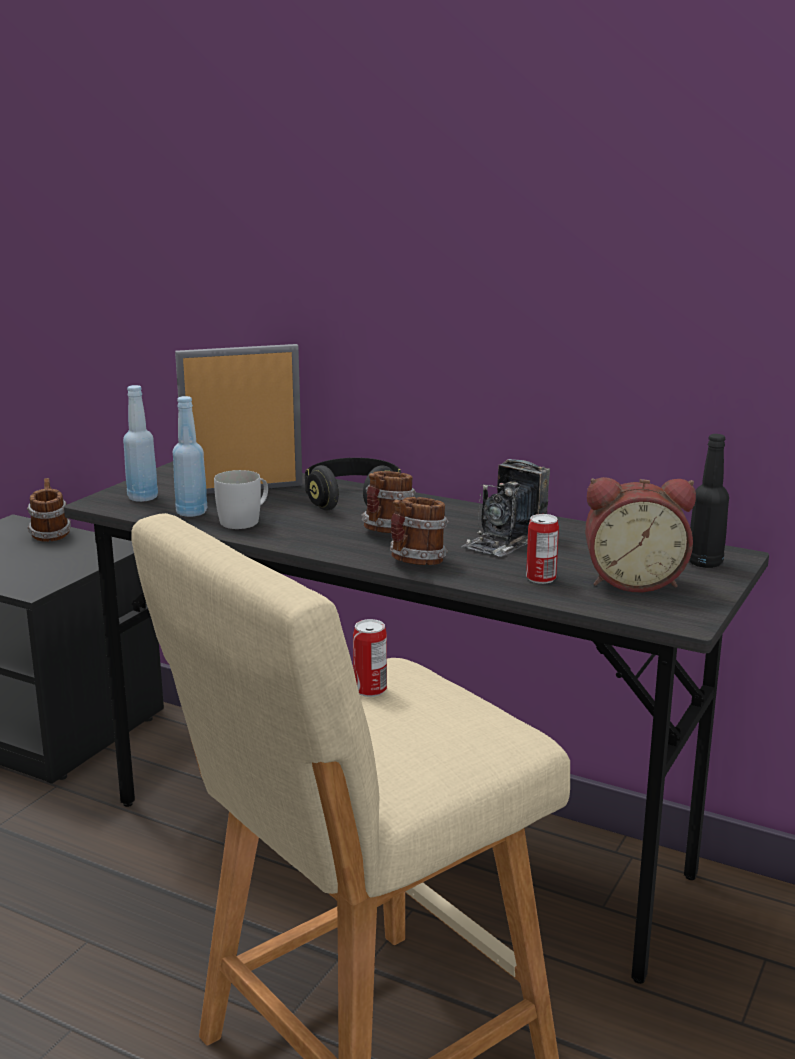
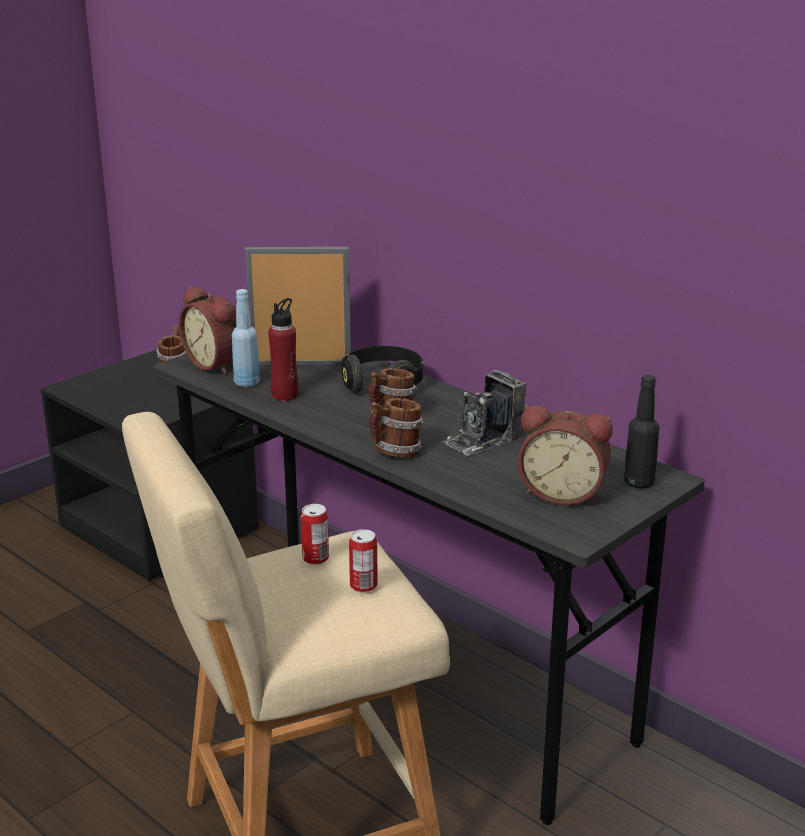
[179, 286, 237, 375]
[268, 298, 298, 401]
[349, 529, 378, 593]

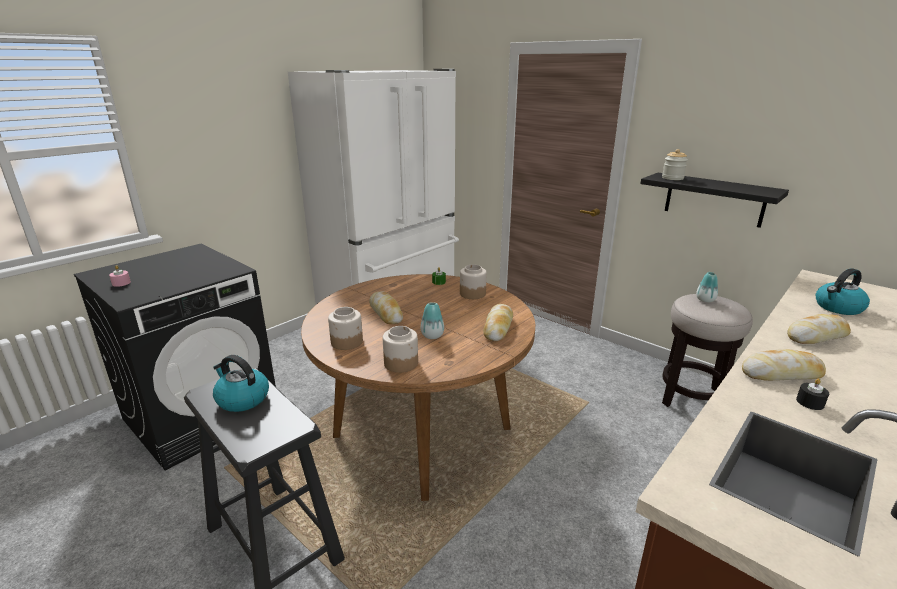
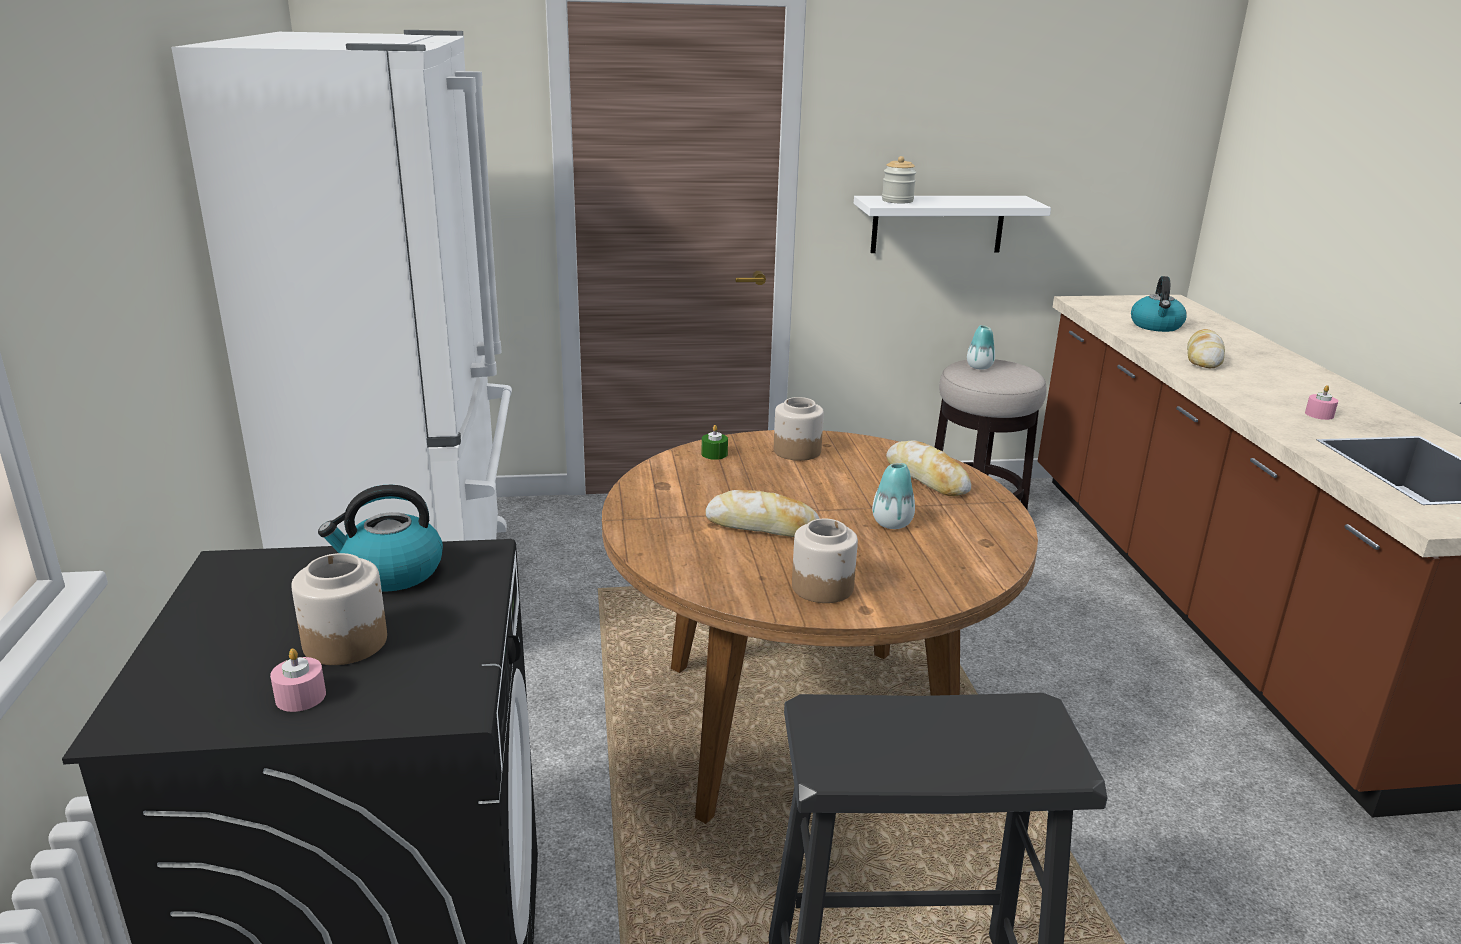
[854, 196, 1051, 253]
[291, 553, 387, 665]
[742, 349, 826, 381] (first image)
[318, 484, 443, 592]
[1305, 385, 1338, 420]

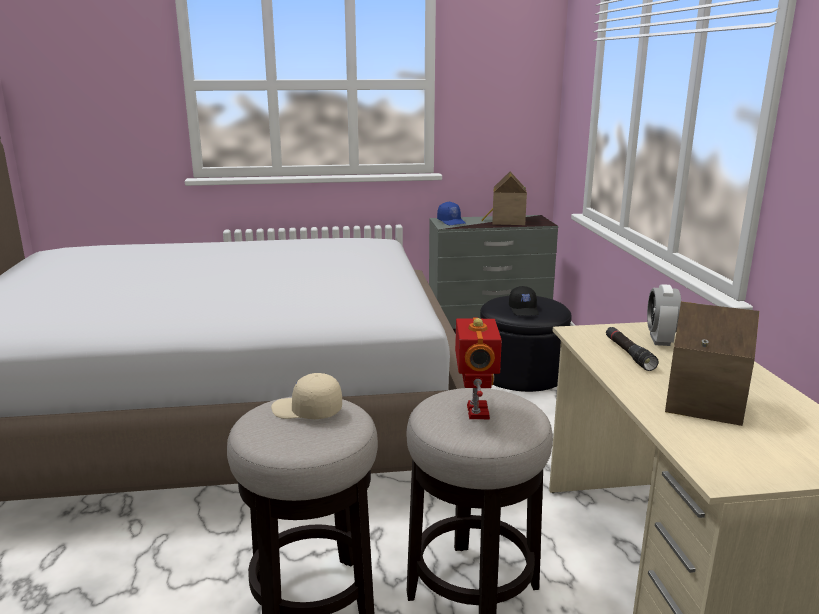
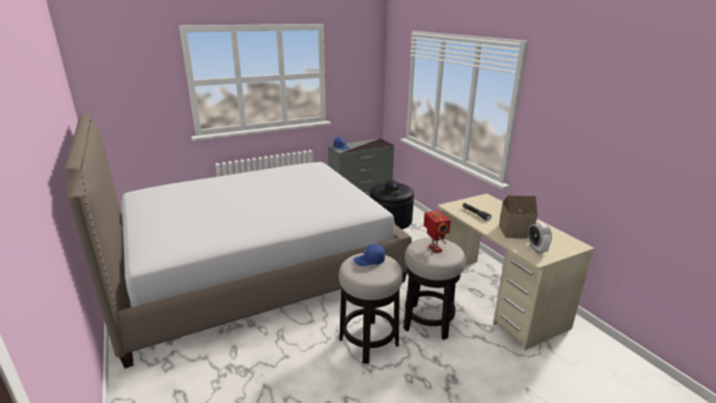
[481, 172, 527, 225] (first image)
[528, 222, 552, 253]
[353, 244, 385, 266]

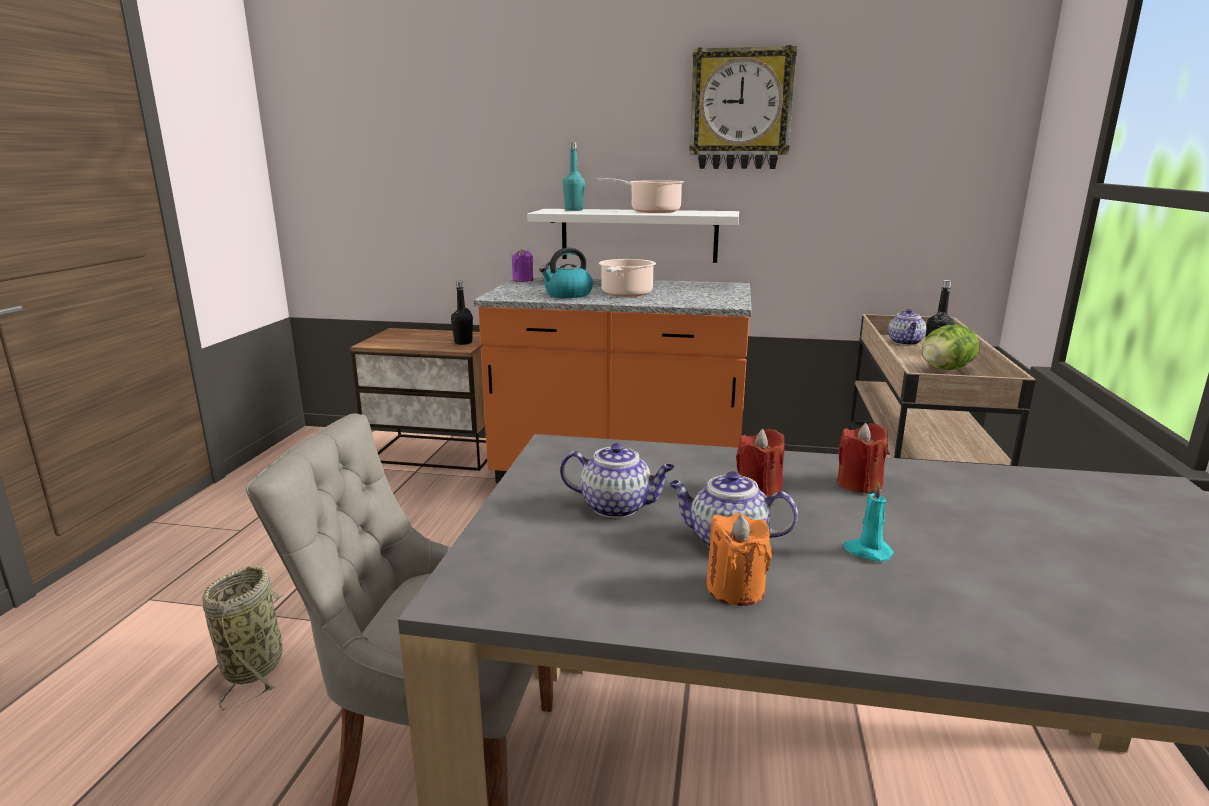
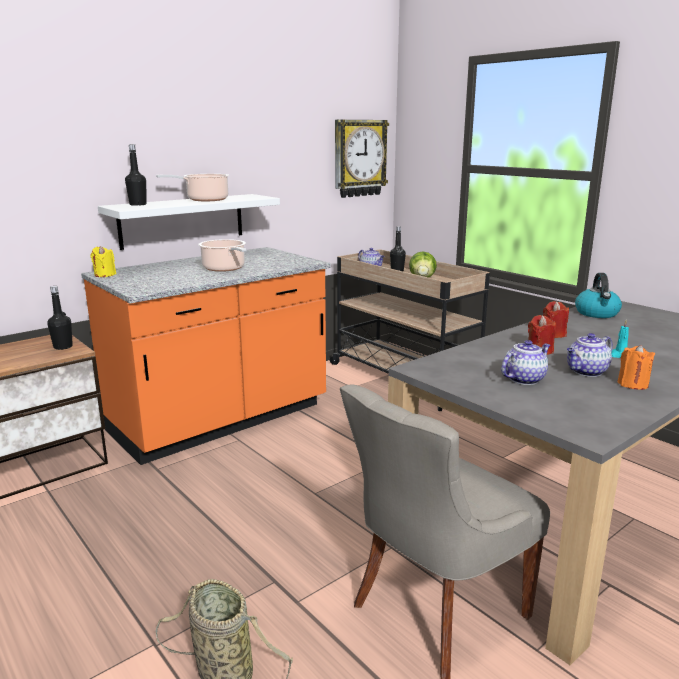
[335, 119, 389, 198]
[125, 144, 147, 206]
[575, 273, 622, 318]
[90, 246, 116, 277]

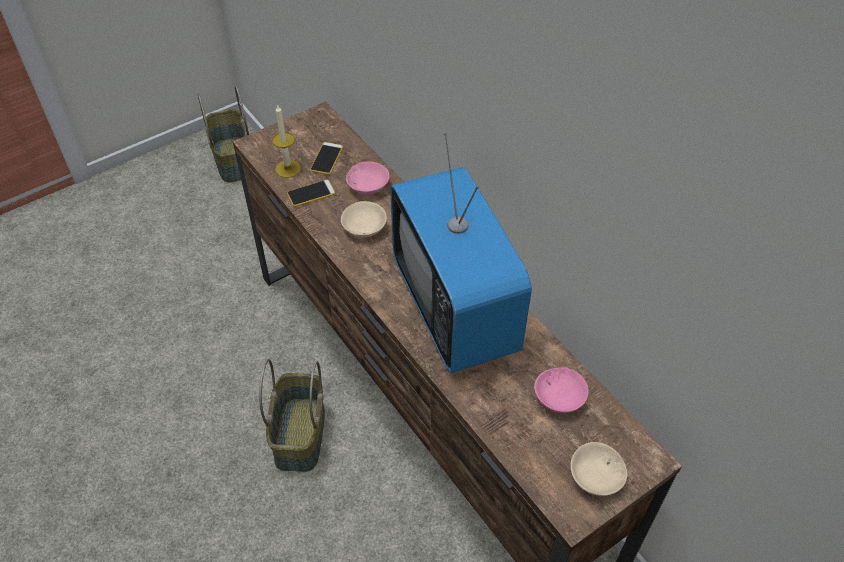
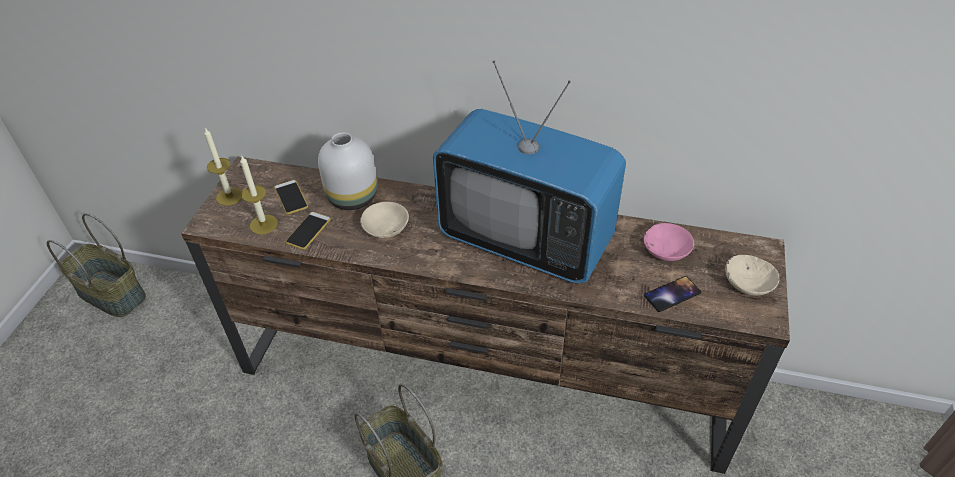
[318, 132, 377, 210]
[204, 128, 242, 206]
[644, 276, 701, 312]

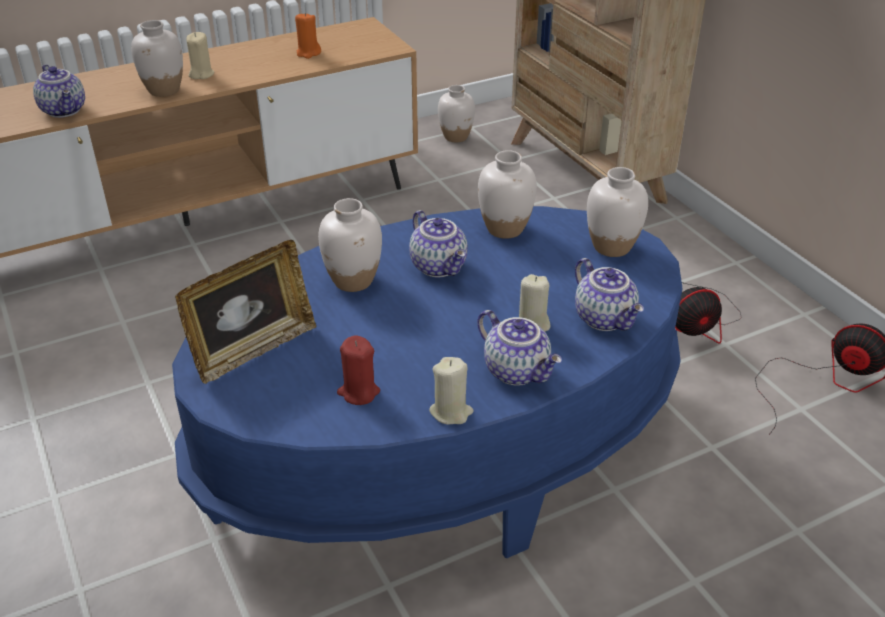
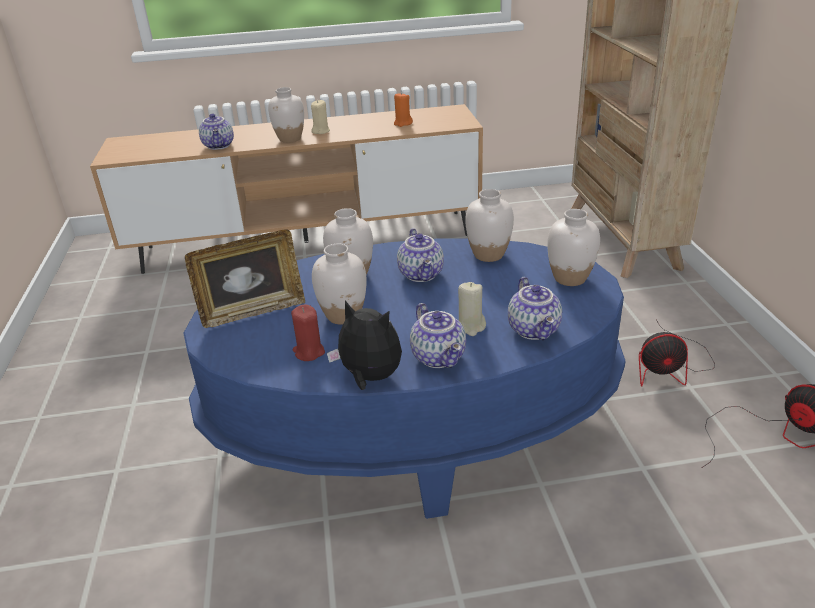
[312, 244, 367, 325]
[327, 300, 402, 390]

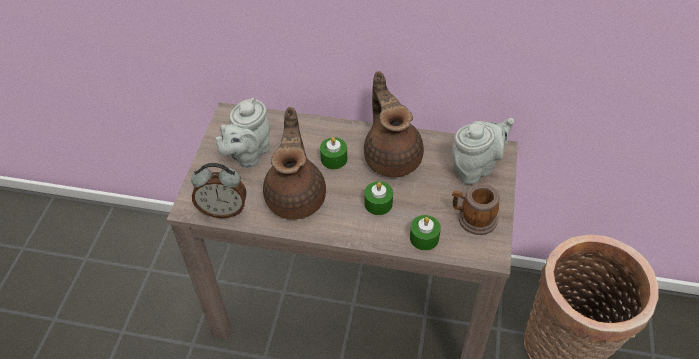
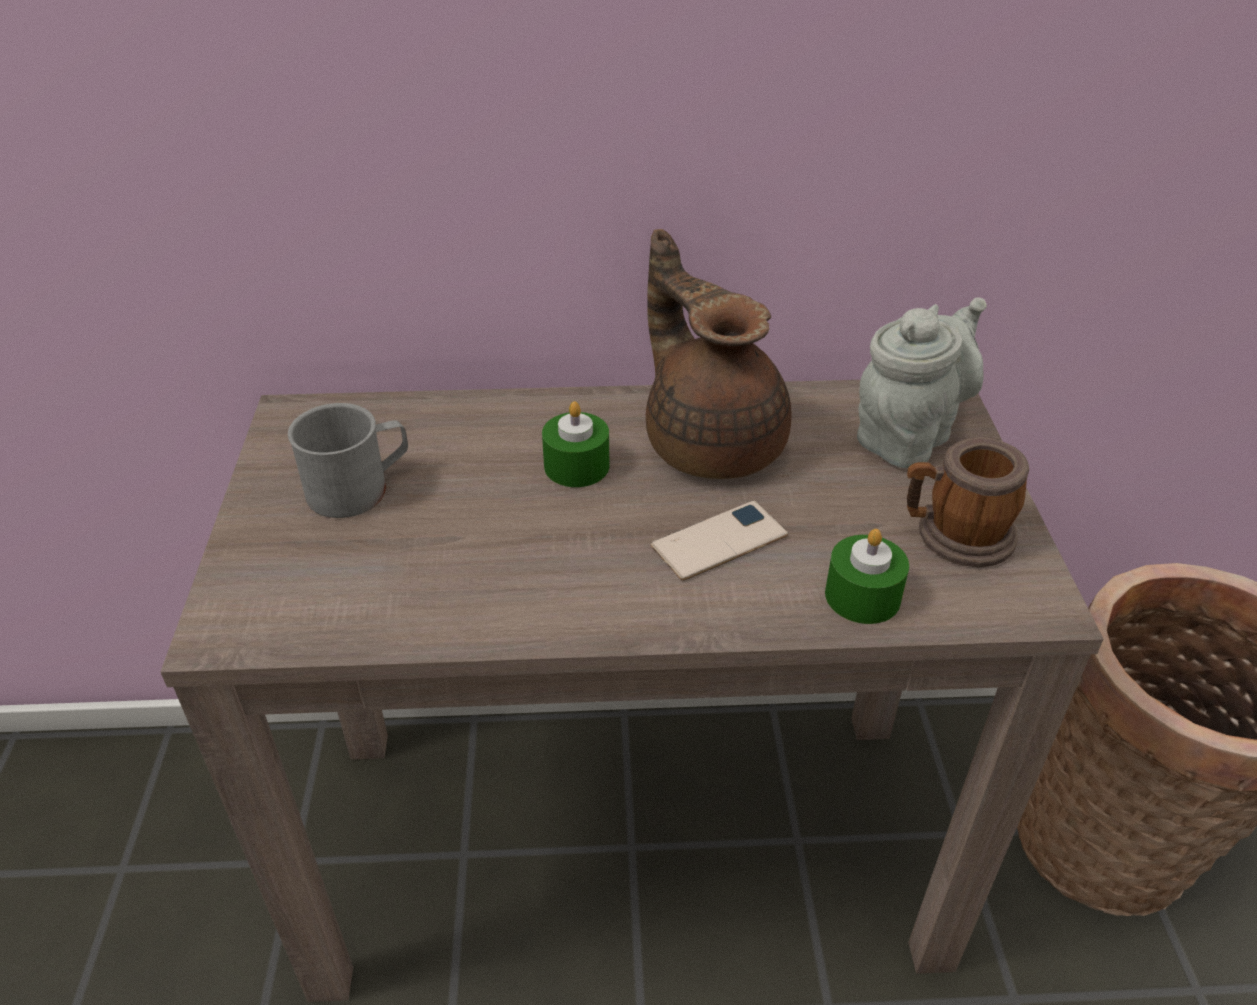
[288, 403, 408, 518]
[263, 107, 326, 220] (first image)
[191, 163, 246, 218] (first image)
[651, 501, 788, 581]

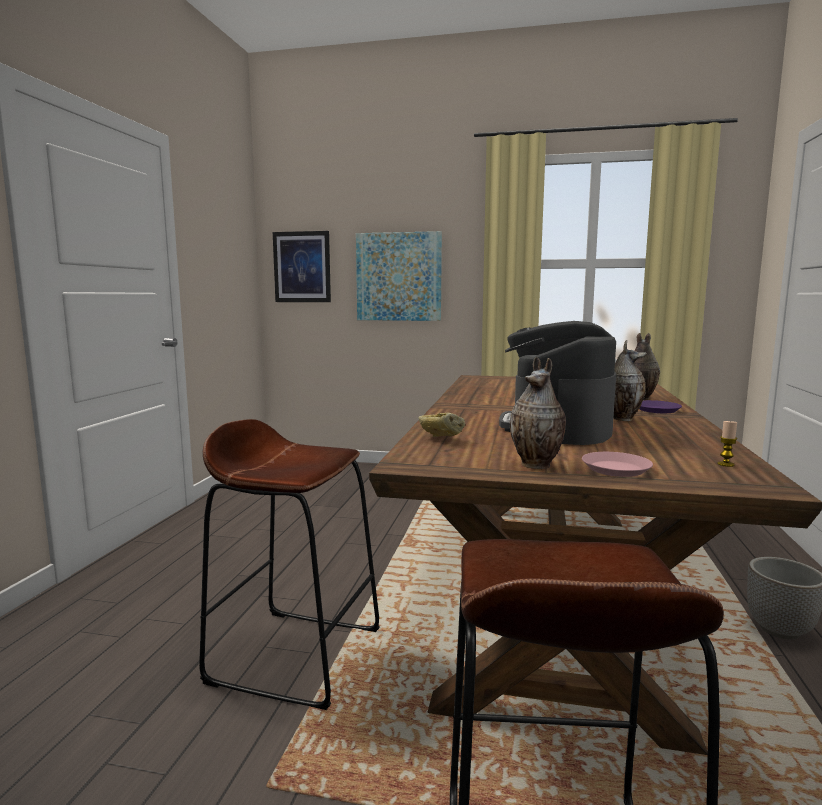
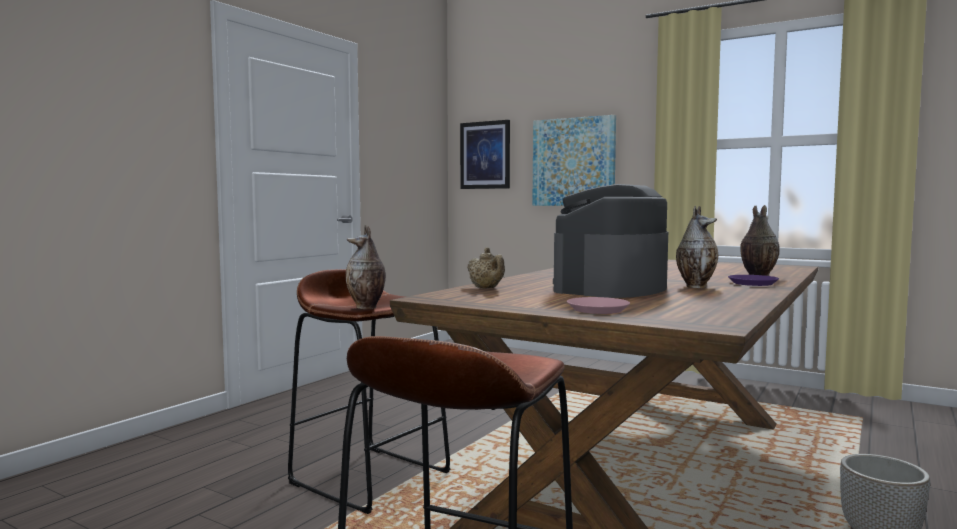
[346, 225, 386, 309]
[467, 247, 505, 289]
[718, 420, 737, 467] (first image)

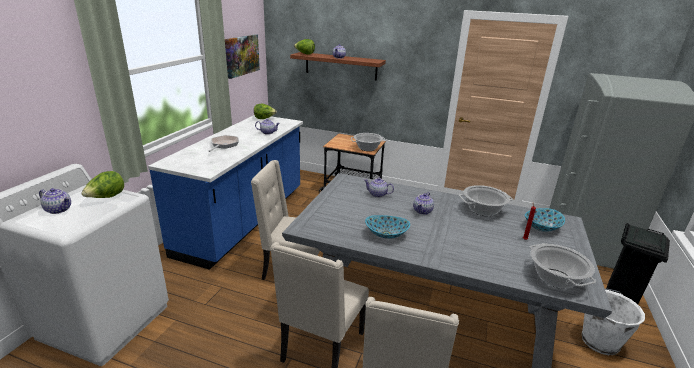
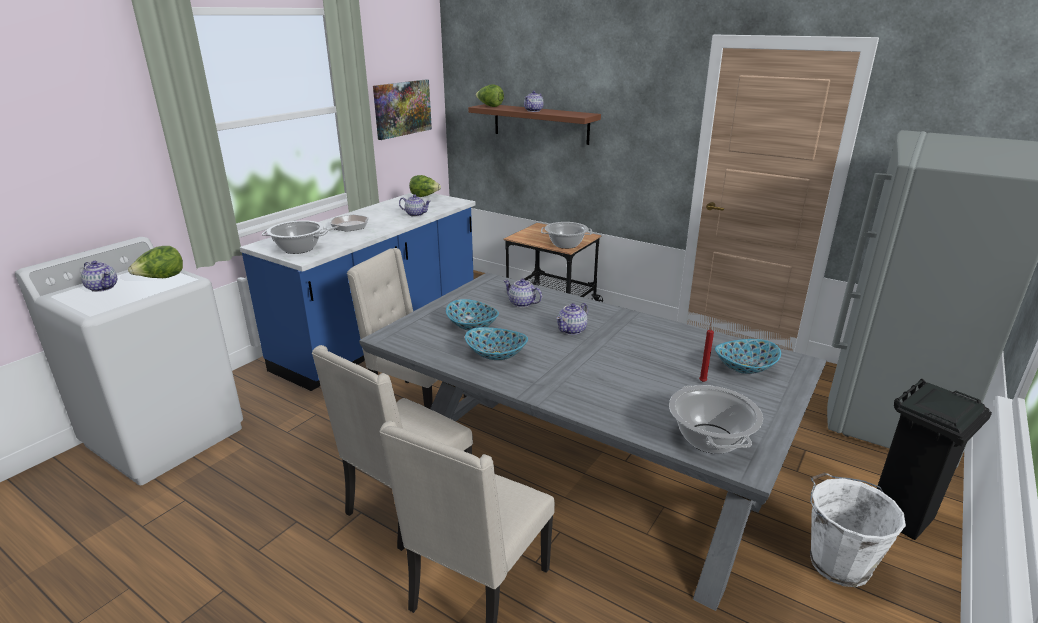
[261, 220, 330, 254]
[446, 299, 499, 331]

